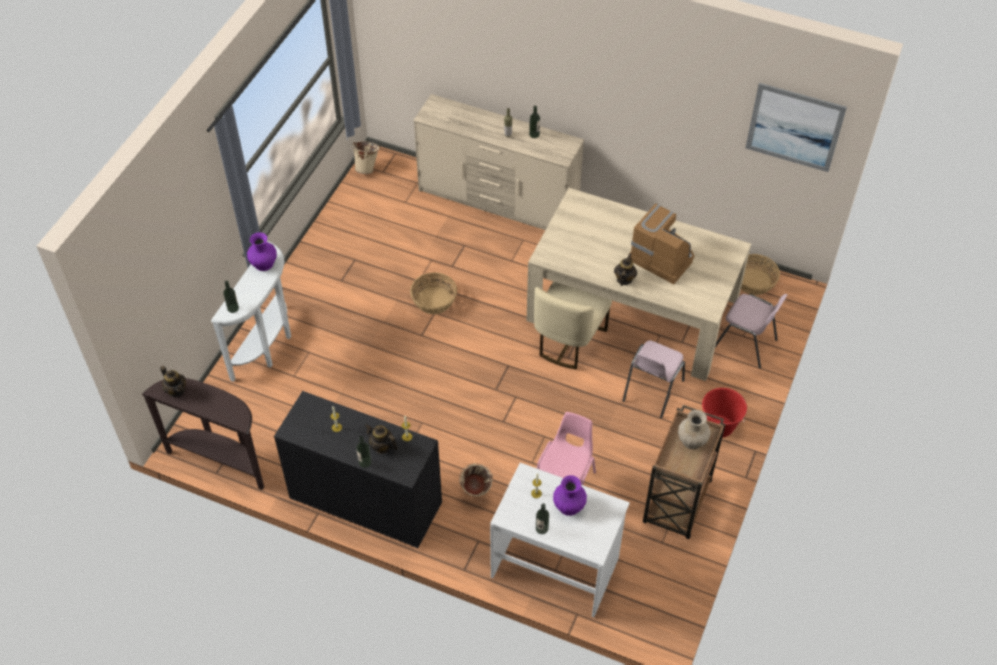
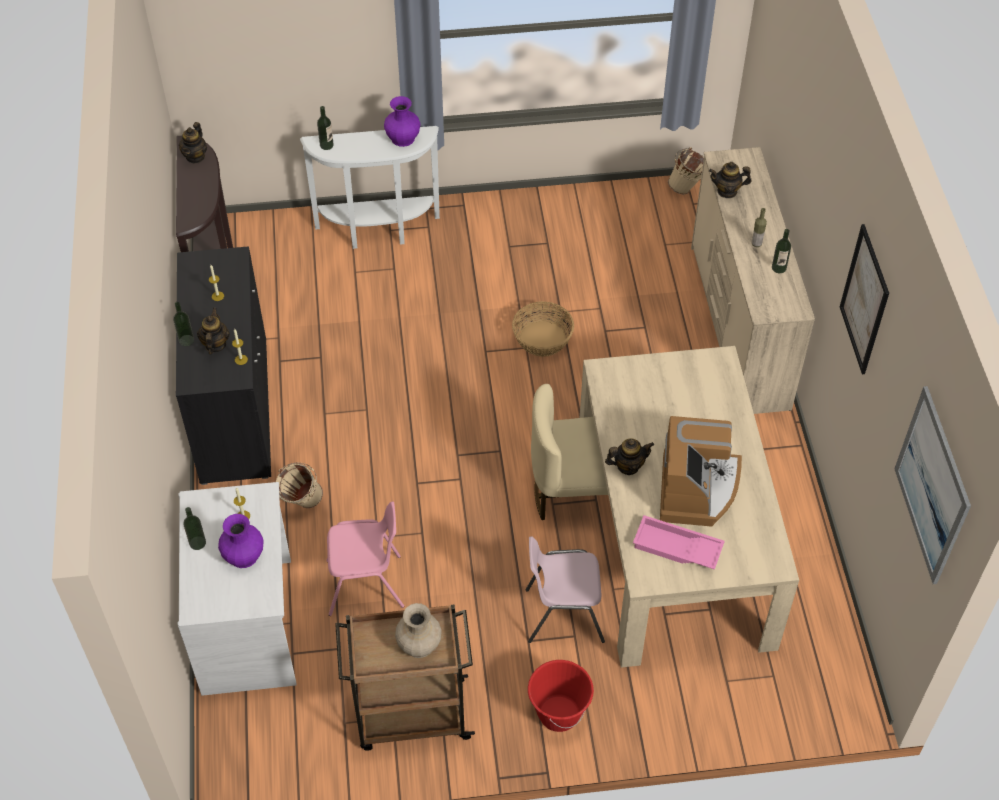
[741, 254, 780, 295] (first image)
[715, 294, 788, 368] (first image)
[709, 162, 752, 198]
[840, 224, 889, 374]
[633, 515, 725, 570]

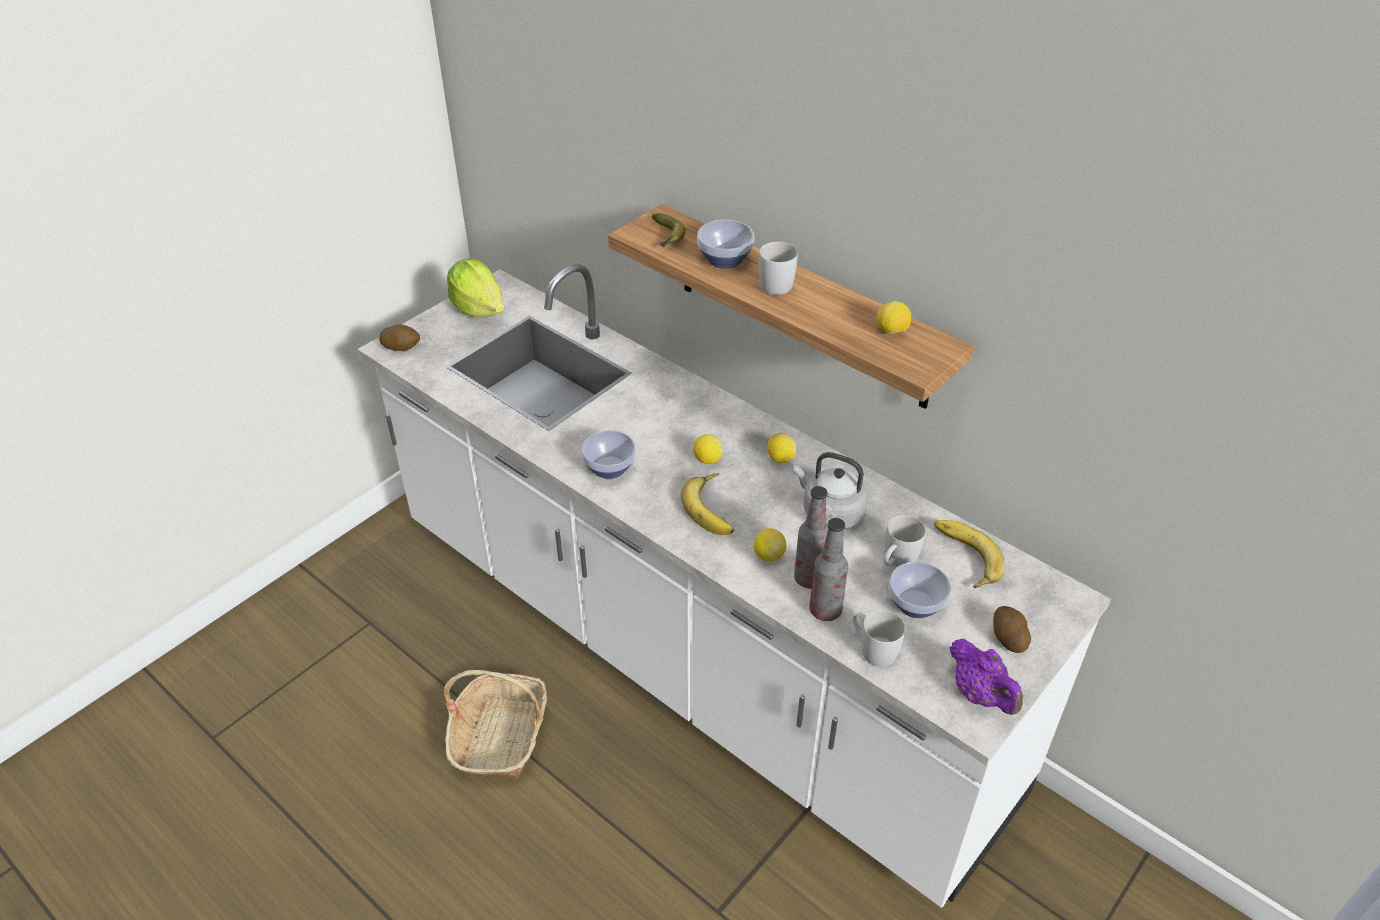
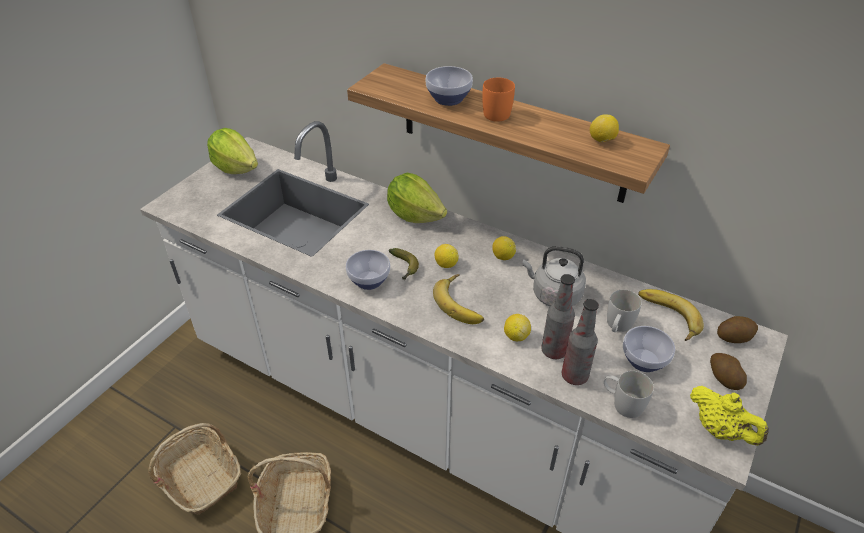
[389, 248, 419, 280]
[482, 78, 515, 122]
[717, 316, 758, 343]
[690, 386, 769, 445]
[387, 173, 447, 223]
[148, 423, 241, 515]

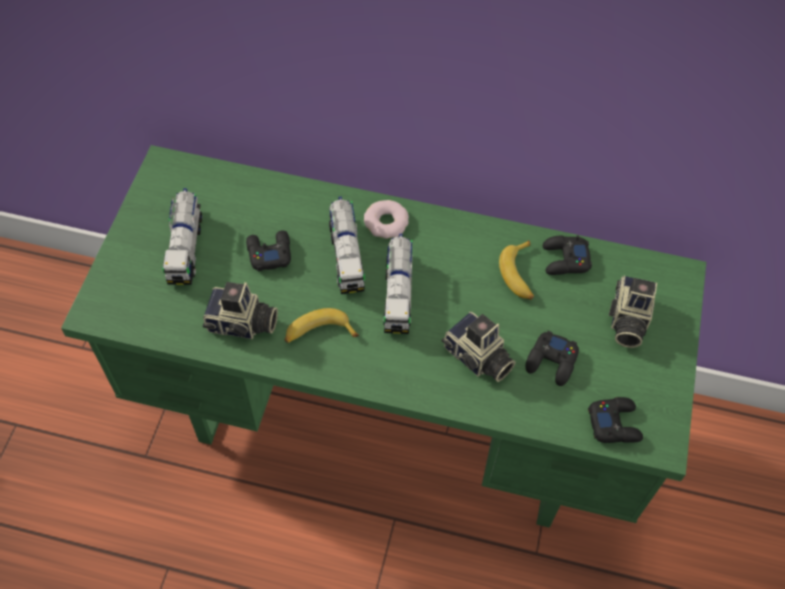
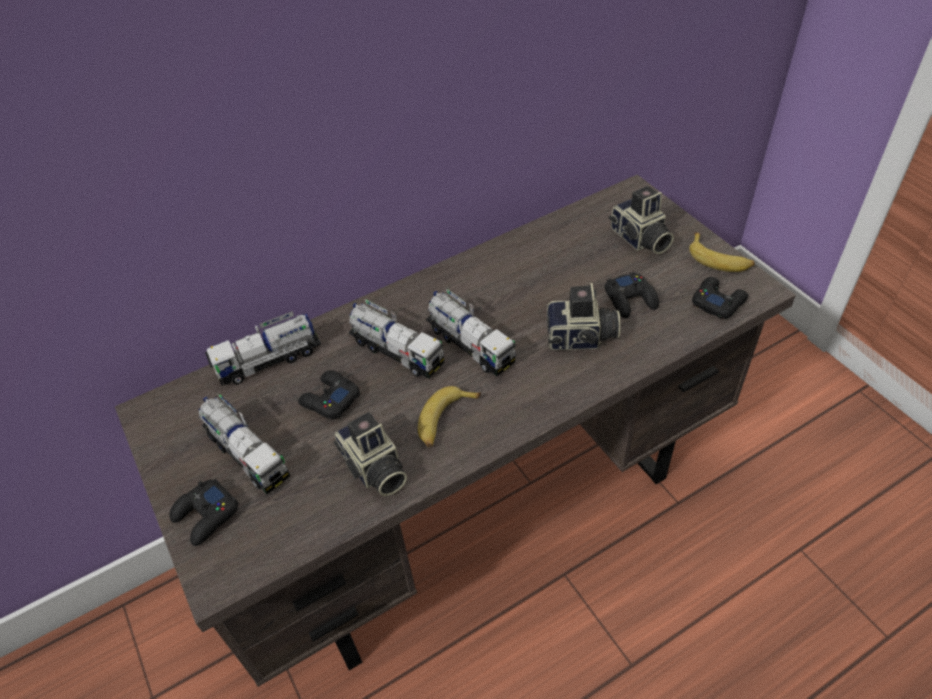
[115, 175, 796, 687]
[364, 200, 409, 239] (first image)
[169, 478, 239, 546]
[689, 232, 755, 272]
[333, 412, 407, 496]
[205, 311, 321, 386]

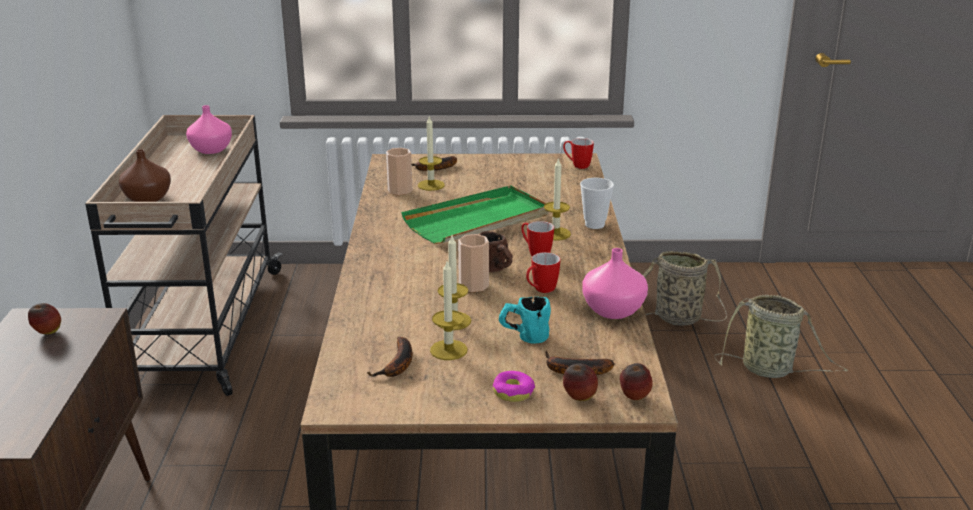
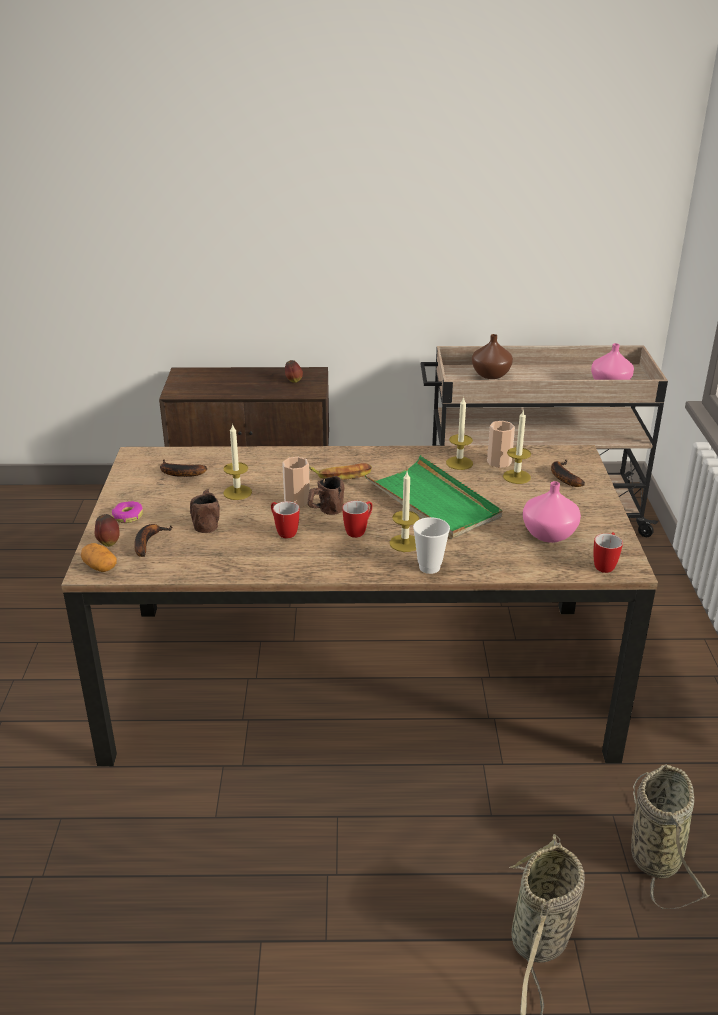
[523, 481, 581, 543]
[446, 396, 473, 470]
[190, 489, 220, 533]
[81, 543, 117, 572]
[309, 463, 372, 480]

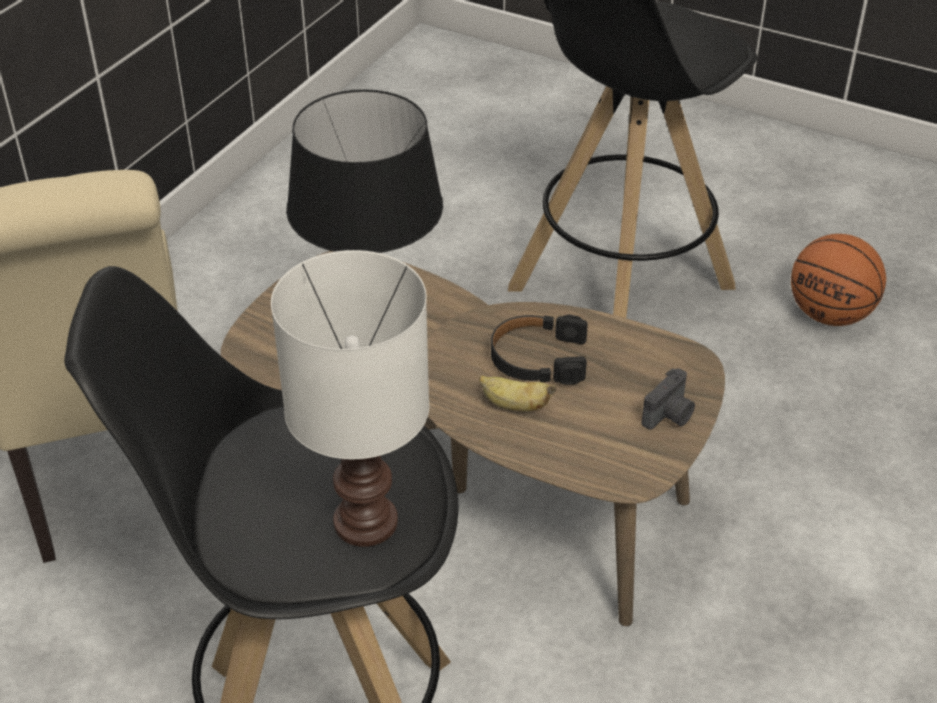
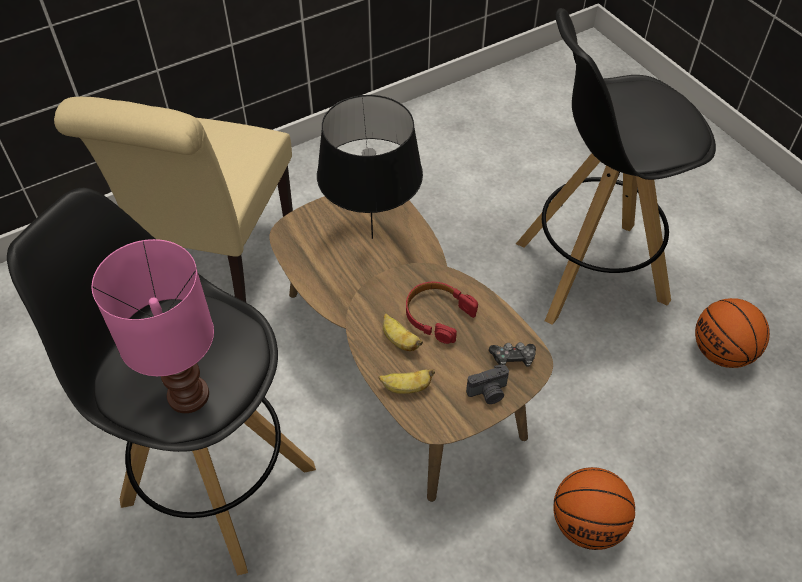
[92, 239, 214, 413]
[406, 282, 478, 344]
[489, 342, 536, 367]
[379, 369, 435, 394]
[553, 467, 635, 550]

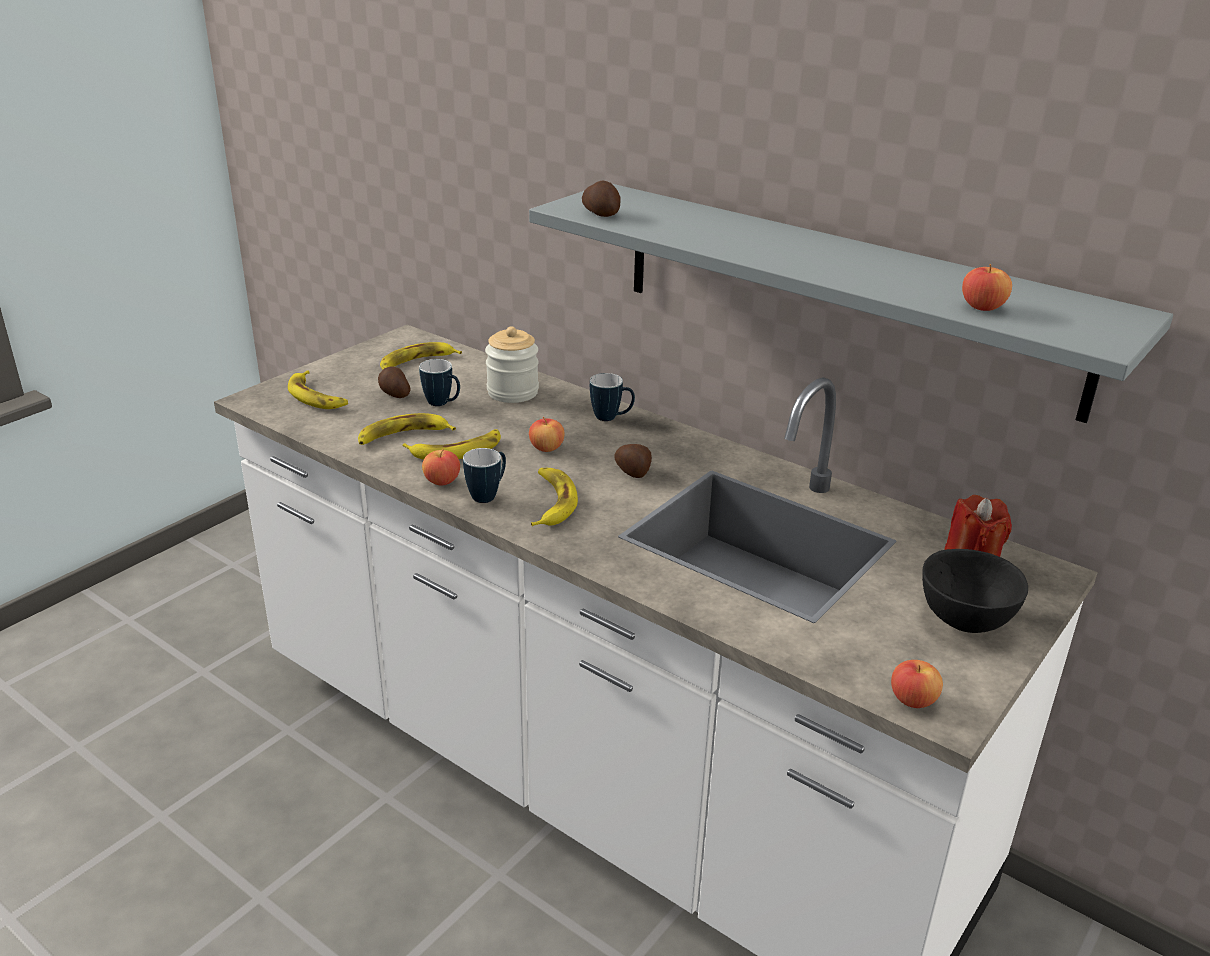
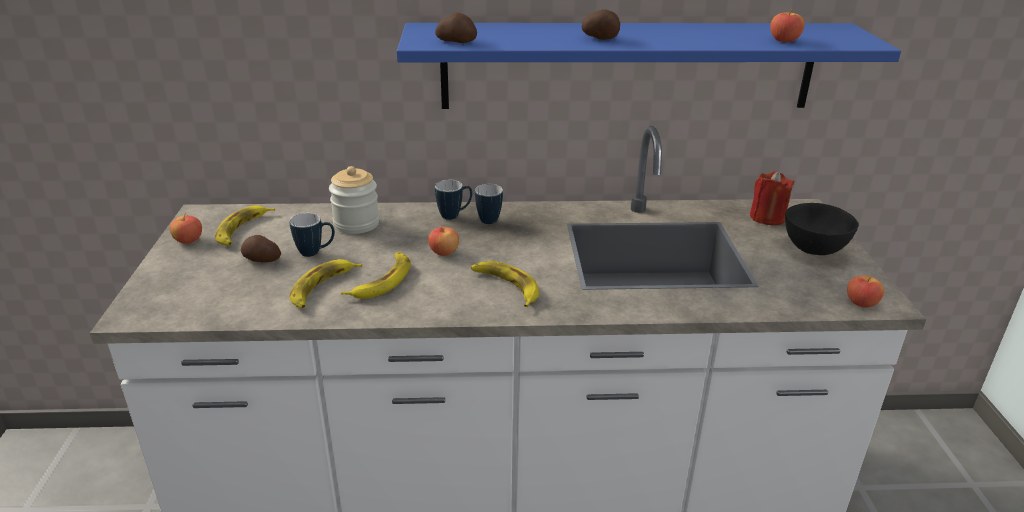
[397, 23, 901, 109]
[288, 370, 348, 409] (first image)
[582, 9, 620, 40]
[475, 184, 503, 224]
[170, 213, 202, 244]

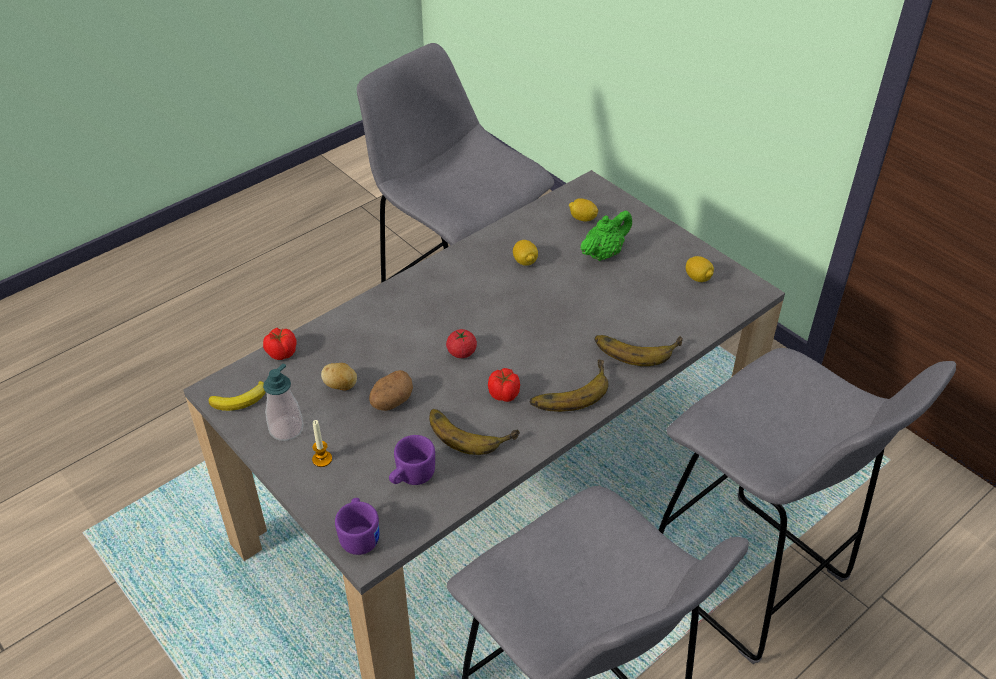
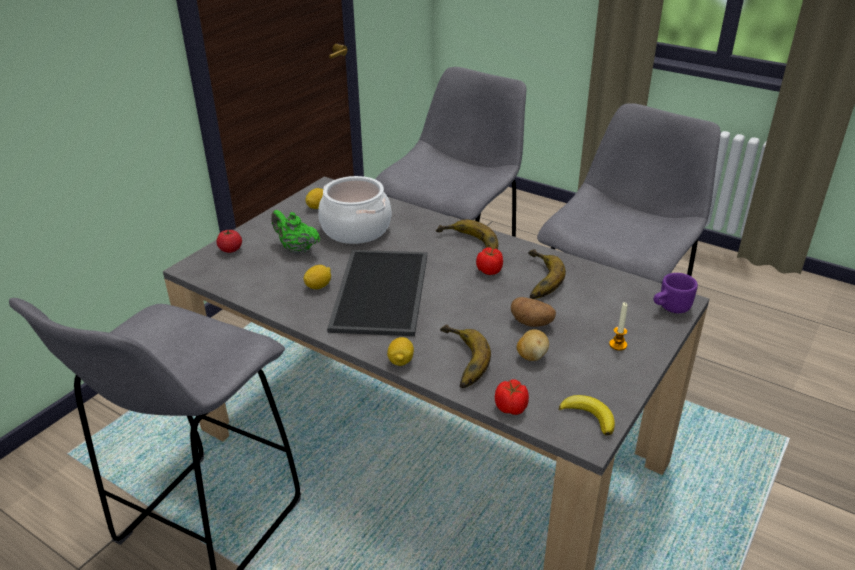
[387, 337, 414, 366]
[216, 229, 242, 253]
[440, 325, 491, 388]
[263, 364, 304, 441] (first image)
[389, 435, 435, 485] (first image)
[318, 176, 391, 244]
[327, 250, 427, 336]

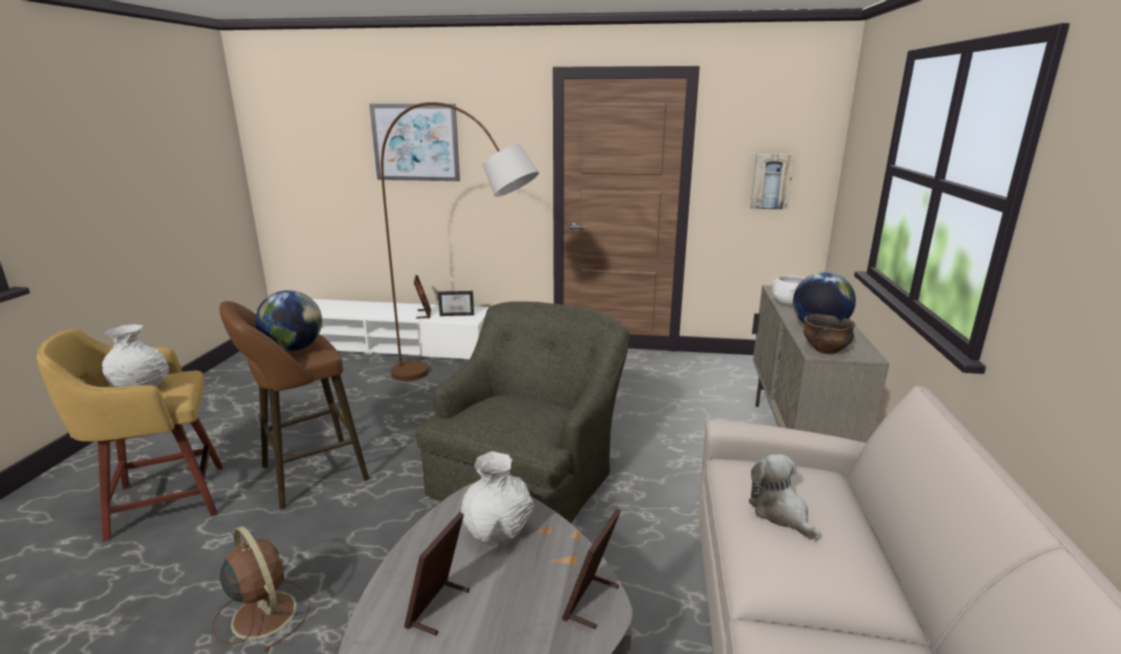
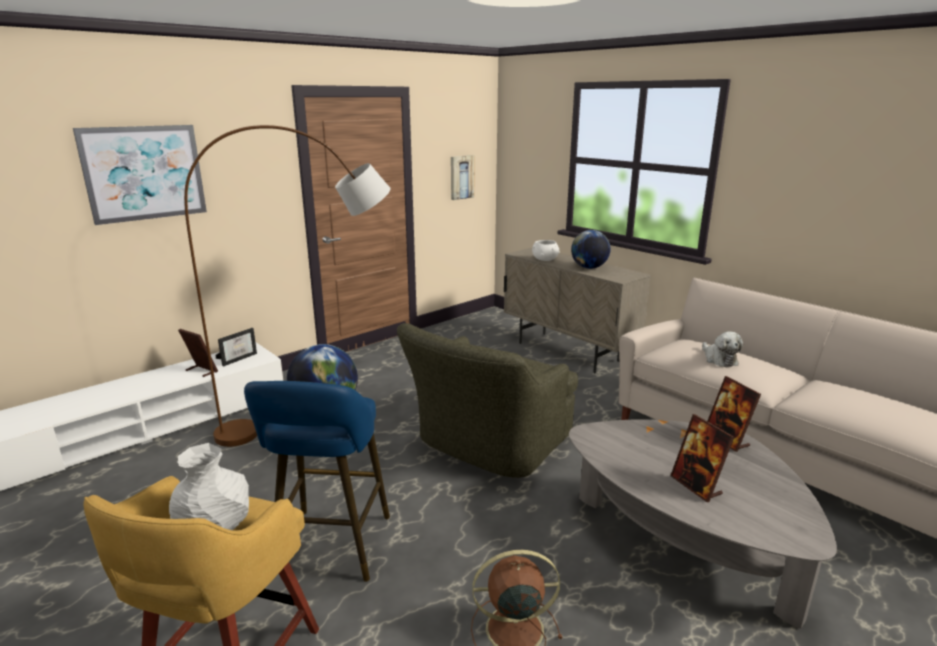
[244, 381, 390, 582]
[397, 323, 578, 478]
[803, 314, 855, 354] (first image)
[461, 451, 535, 544] (first image)
[702, 331, 743, 367]

